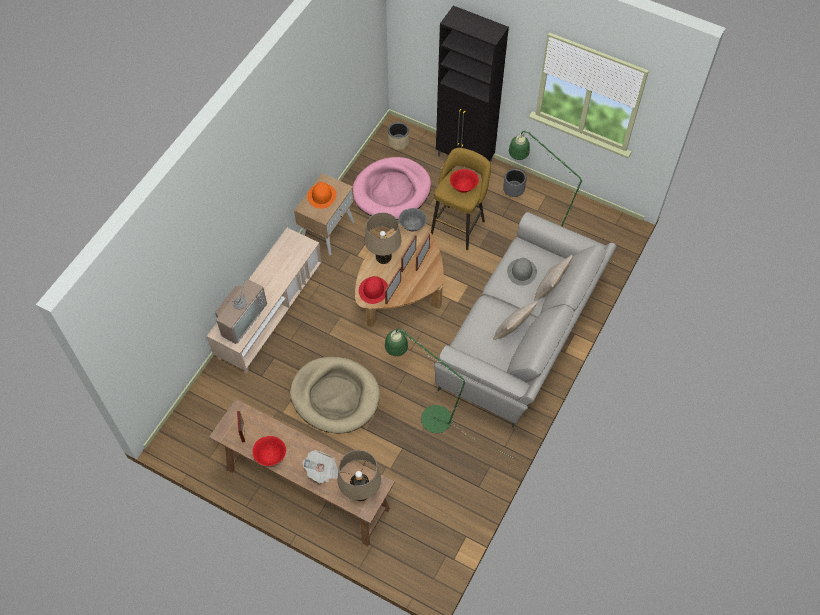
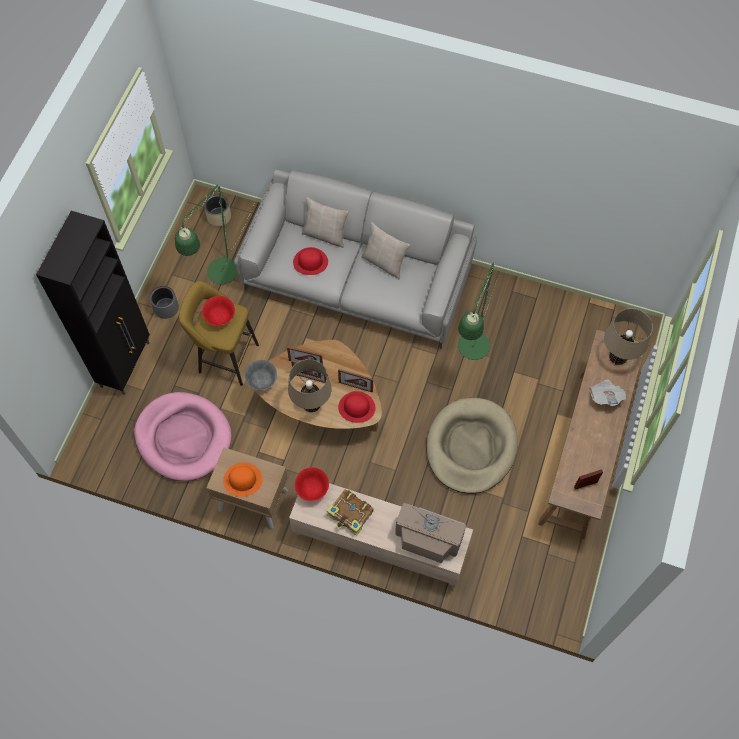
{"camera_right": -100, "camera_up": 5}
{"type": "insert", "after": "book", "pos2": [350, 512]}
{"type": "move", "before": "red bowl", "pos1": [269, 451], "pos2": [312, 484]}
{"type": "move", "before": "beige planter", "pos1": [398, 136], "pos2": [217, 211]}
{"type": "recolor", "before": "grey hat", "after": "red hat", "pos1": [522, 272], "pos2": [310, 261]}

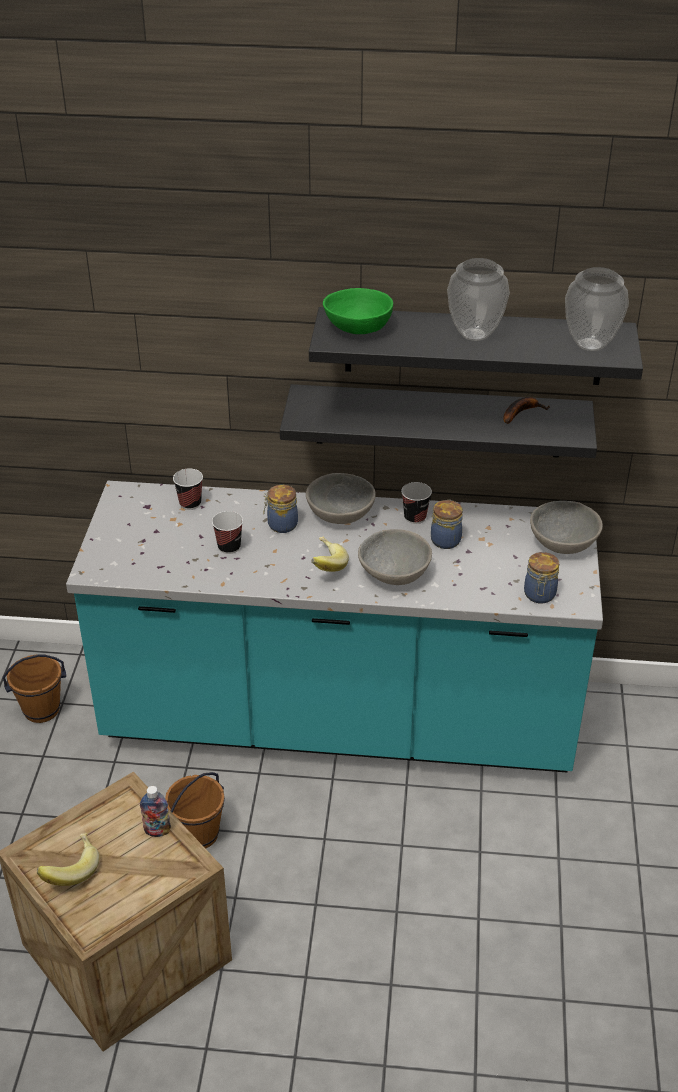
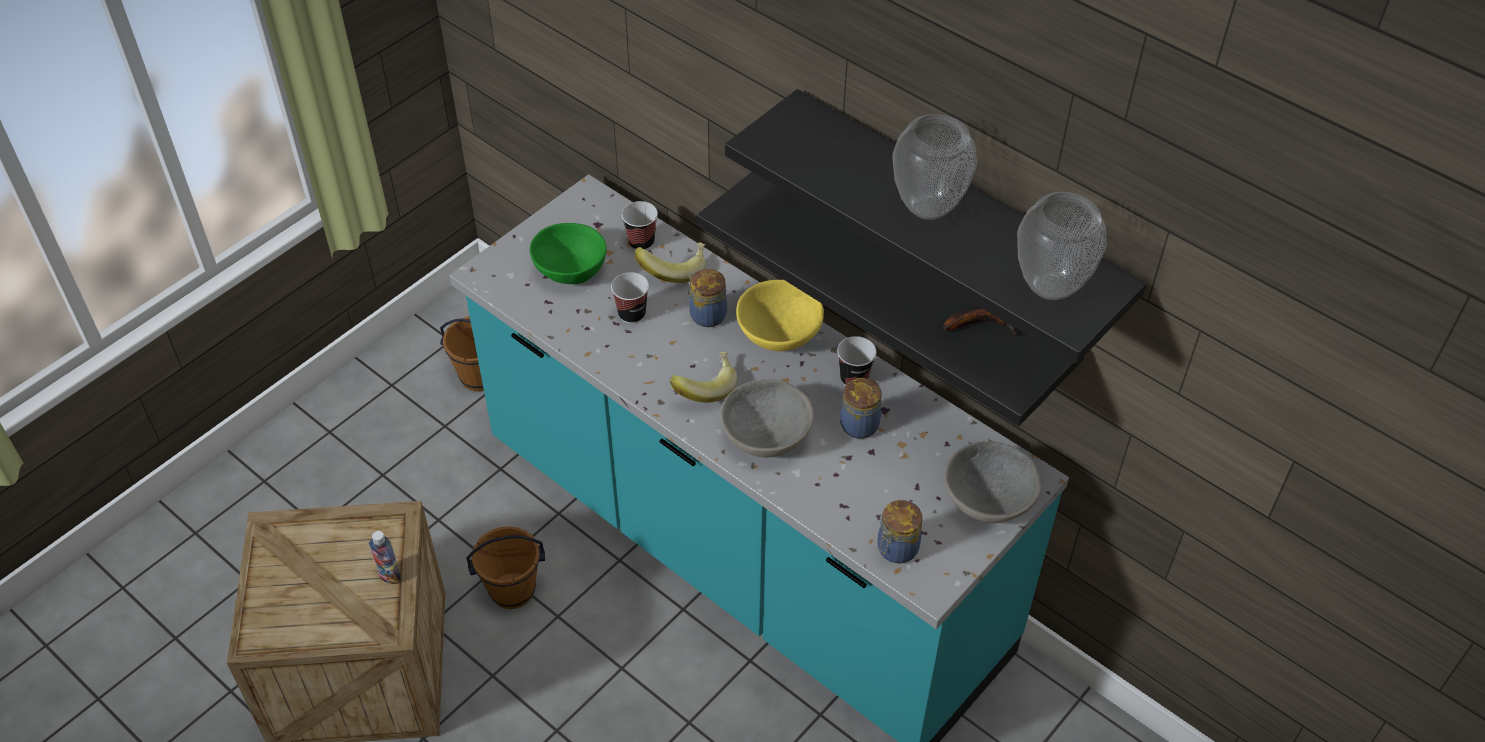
{"camera_right": 35, "camera_up": 10}
{"type": "move", "before": "banana", "pos1": [68, 859], "pos2": [670, 263]}
{"type": "move", "before": "green bowl", "pos1": [358, 311], "pos2": [568, 253]}
{"type": "recolor", "before": "grey bowl", "after": "yellow bowl", "pos1": [341, 498], "pos2": [780, 315]}

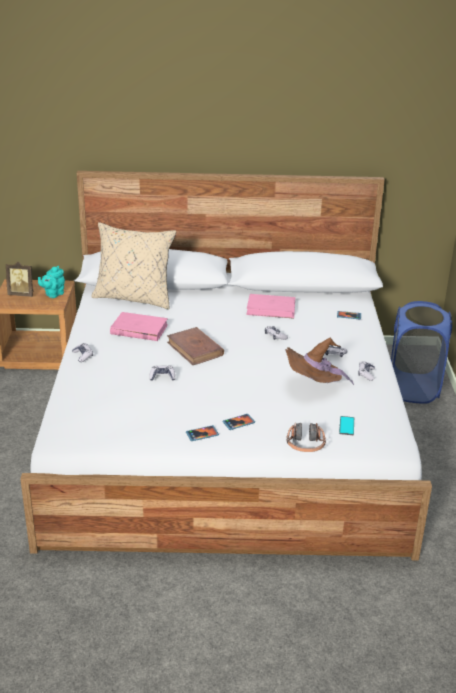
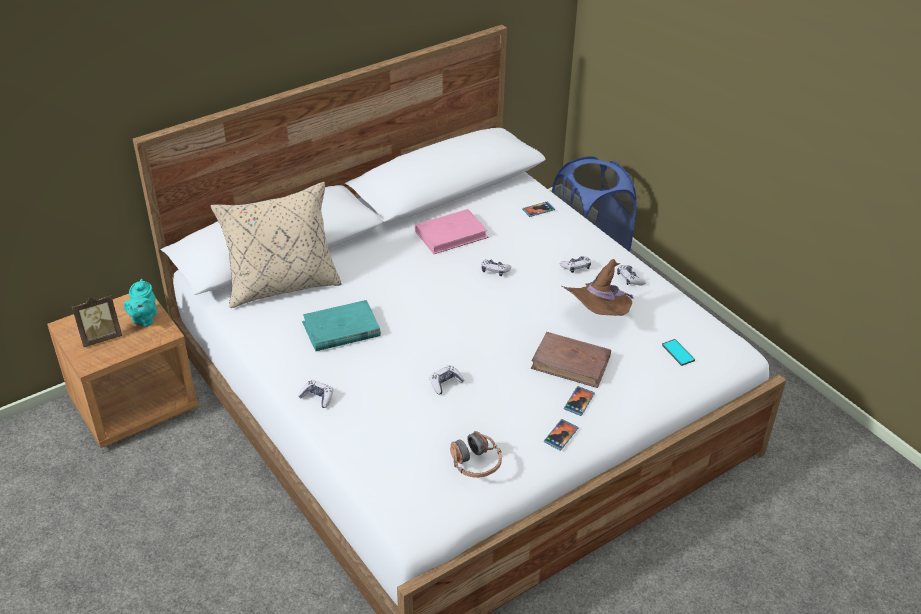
{"camera_right": -35, "camera_up": 10}
{"type": "move", "before": "brown book", "pos1": [195, 346], "pos2": [571, 360]}
{"type": "move", "before": "headphones", "pos1": [306, 437], "pos2": [476, 454]}
{"type": "recolor", "before": "pink book", "after": "turquoise book", "pos1": [139, 326], "pos2": [341, 325]}

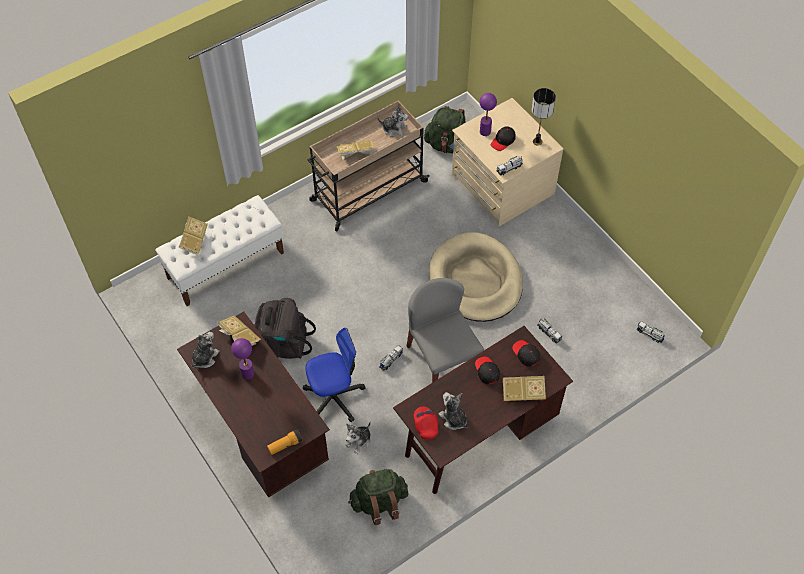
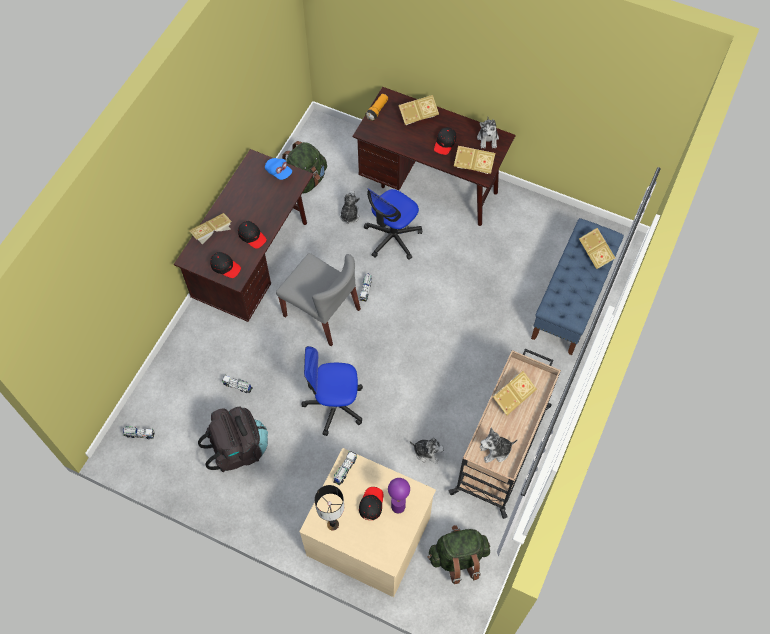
{"camera_right": 150, "camera_up": 5}
{"type": "insert", "after": "book", "pos2": [418, 110]}
{"type": "move", "before": "black backpack", "pos1": [285, 328], "pos2": [233, 439]}
{"type": "move", "before": "plush toy", "pos1": [453, 411], "pos2": [427, 451]}
{"type": "replace", "before": "purple table lamp", "after": "black cap", "pos1": [243, 359], "pos2": [445, 141]}
{"type": "replace", "before": "beige dog bed", "after": "office chair", "pos1": [476, 277], "pos2": [332, 391]}
{"type": "recolor", "before": "white bench", "after": "blue bench", "pos1": [219, 250], "pos2": [577, 286]}
{"type": "recolor", "before": "red cap", "after": "blue cap", "pos1": [426, 423], "pos2": [278, 169]}

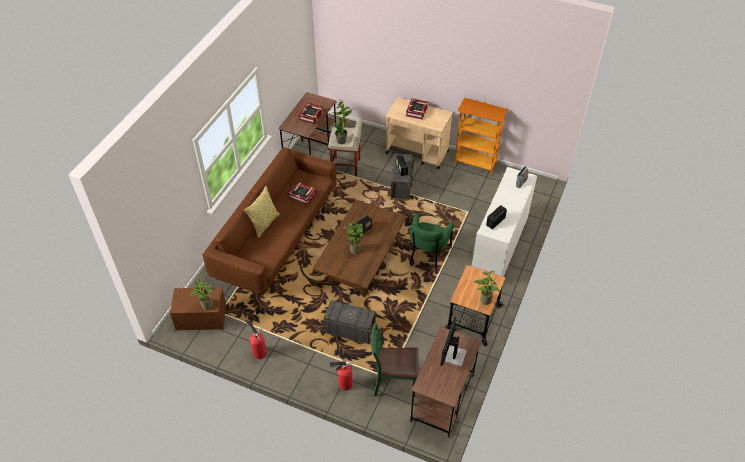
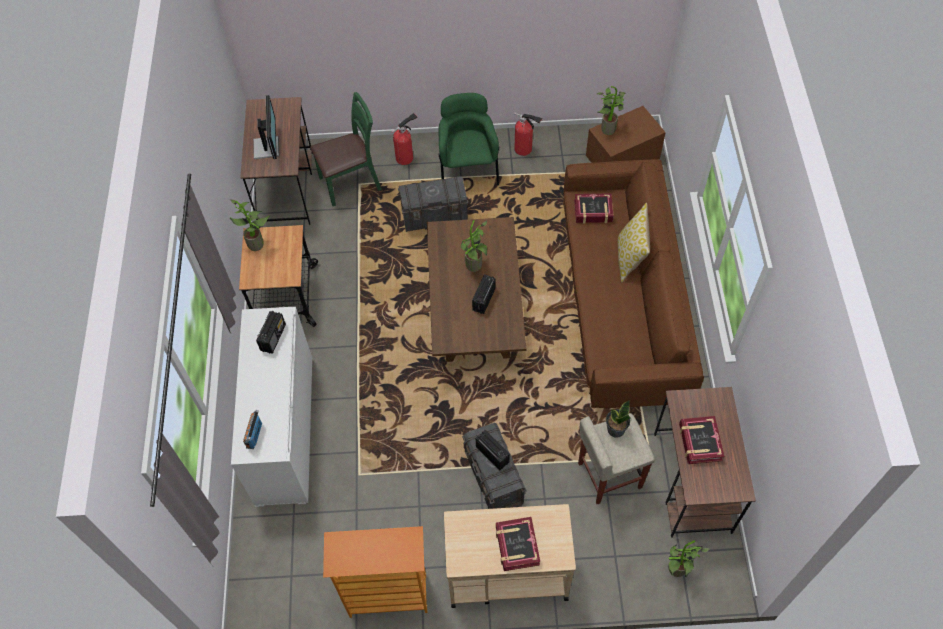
{"camera_right": 155, "camera_up": 10}
{"type": "move", "before": "book", "pos1": [302, 193], "pos2": [594, 208]}
{"type": "move", "before": "green armchair", "pos1": [431, 242], "pos2": [468, 139]}

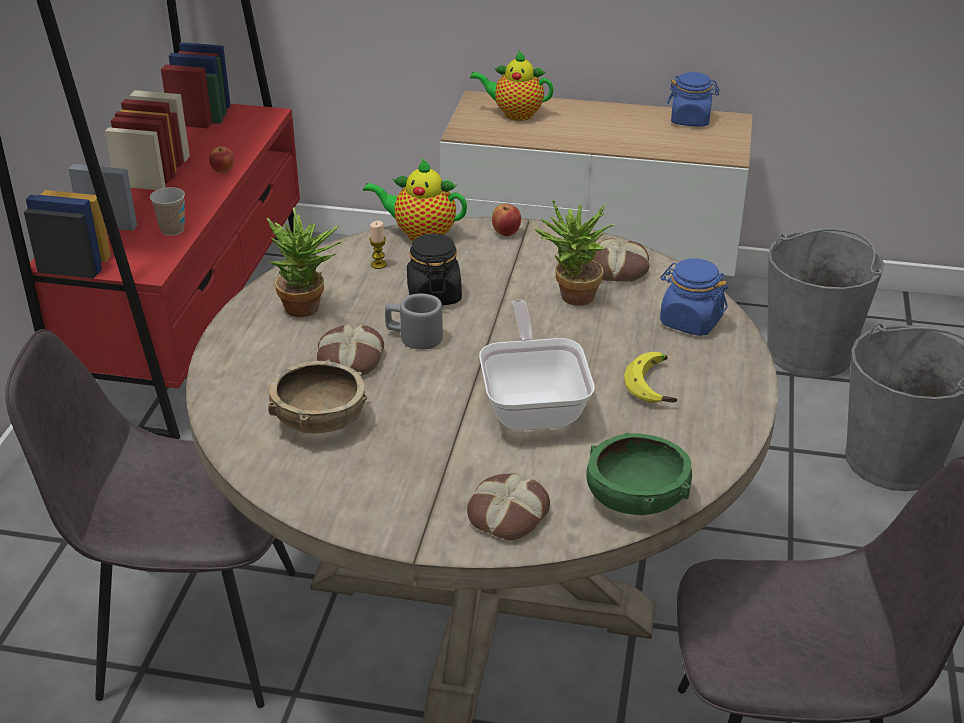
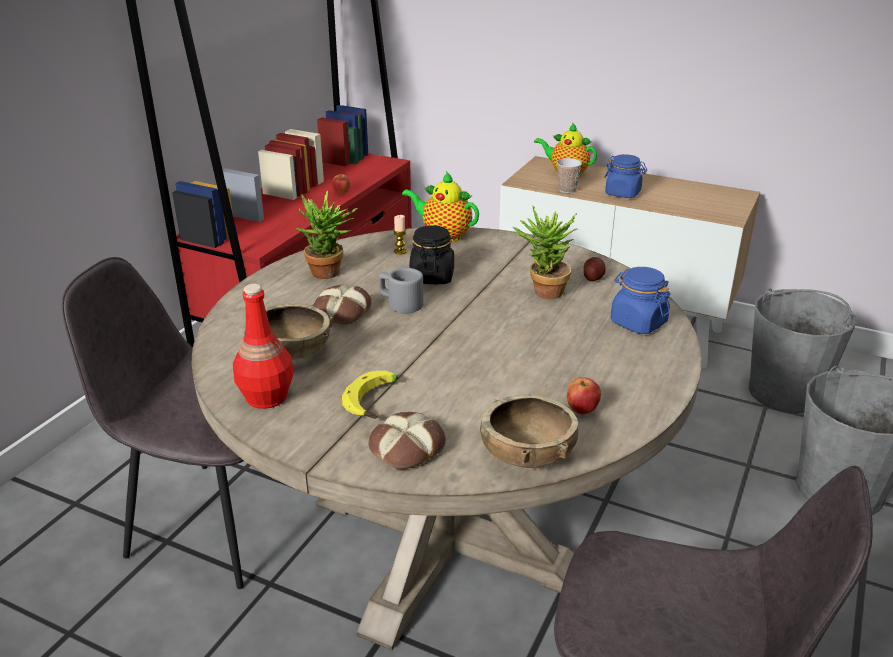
{"camera_right": 15, "camera_up": -5}
{"type": "delete", "before": "frying pan", "pos1": [536, 365]}
{"type": "insert", "after": "red bottle", "pos2": [263, 346]}
{"type": "move", "before": "cup", "pos1": [167, 211], "pos2": [569, 175]}
{"type": "move", "before": "apple", "pos1": [506, 220], "pos2": [584, 395]}
{"type": "move", "before": "banana", "pos1": [650, 377], "pos2": [370, 394]}
{"type": "move", "before": "blue jar", "pos1": [693, 99], "pos2": [625, 176]}
{"type": "replace", "before": "bread", "after": "potato", "pos1": [621, 260], "pos2": [595, 269]}
{"type": "recolor", "before": "green bowl", "after": "brown bowl", "pos1": [639, 473], "pos2": [529, 431]}

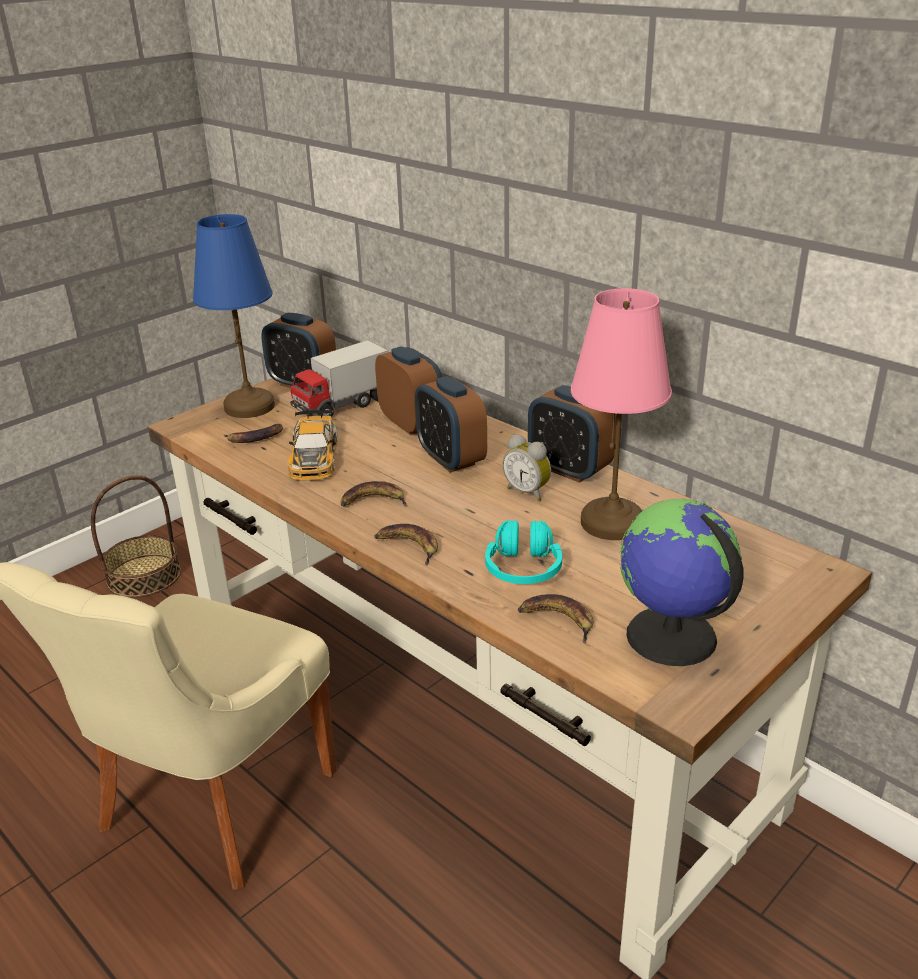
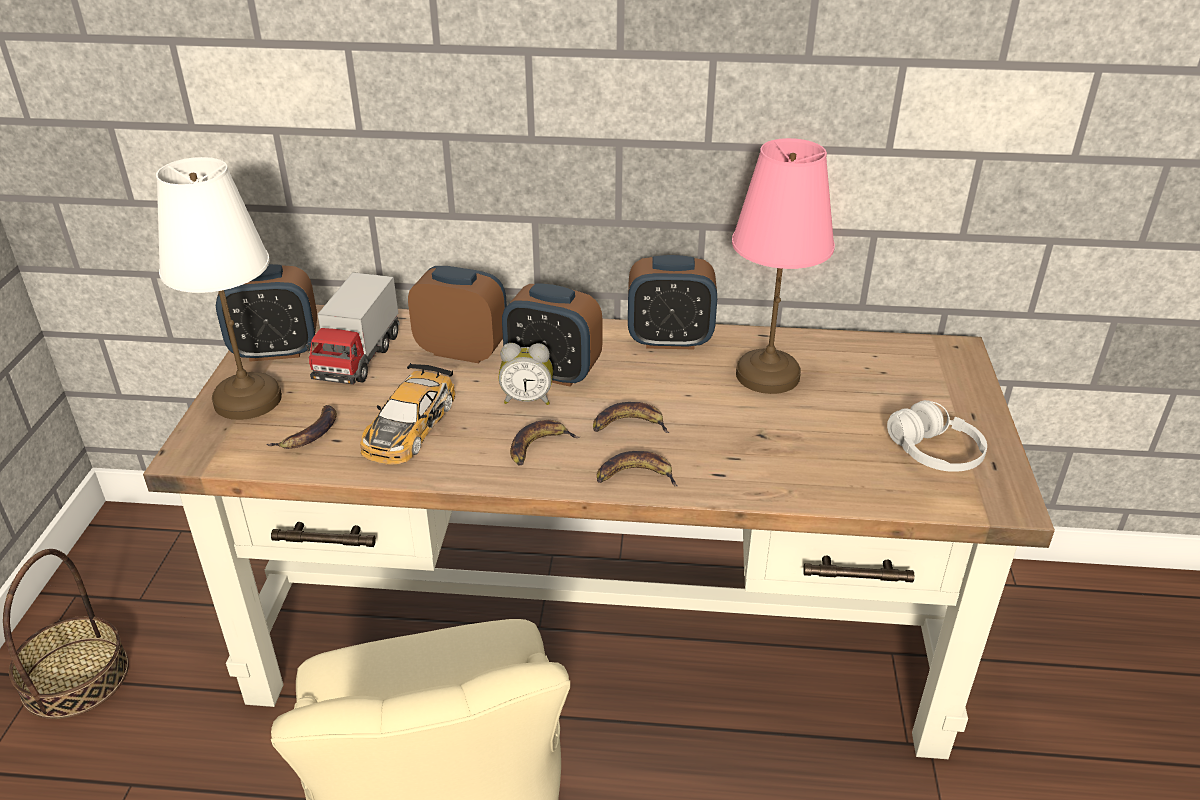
{"camera_right": -40, "camera_up": 5}
{"type": "delete", "before": "turquoise headphones", "pos1": [523, 552]}
{"type": "move", "before": "alarm clock", "pos1": [527, 467], "pos2": [526, 374]}
{"type": "move", "before": "banana", "pos1": [555, 618], "pos2": [631, 417]}
{"type": "replace", "before": "globe", "after": "white headphones", "pos1": [681, 582], "pos2": [937, 436]}
{"type": "recolor", "before": "blue table lamp", "after": "white table lamp", "pos1": [234, 316], "pos2": [219, 288]}
{"type": "rotate", "before": "toy car", "pos1": [313, 445], "pos2": [408, 414], "turn": 60}

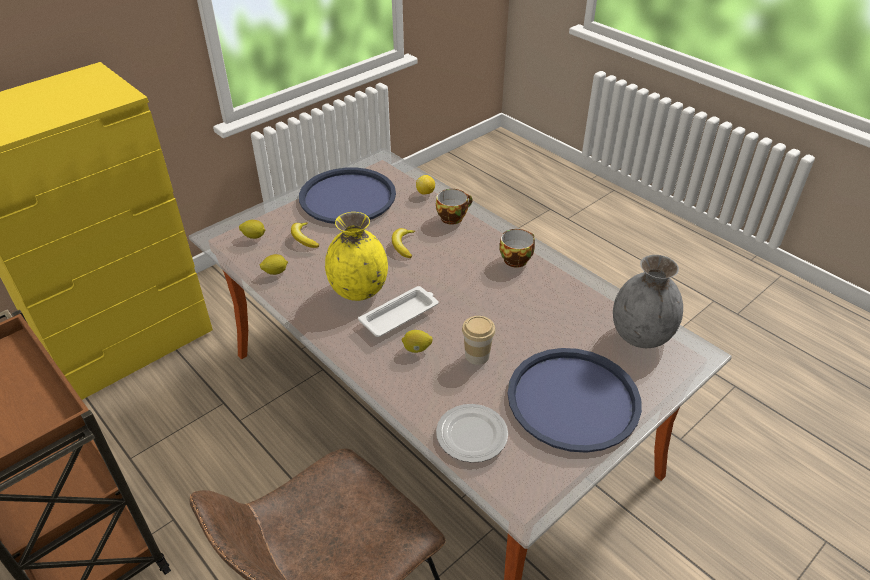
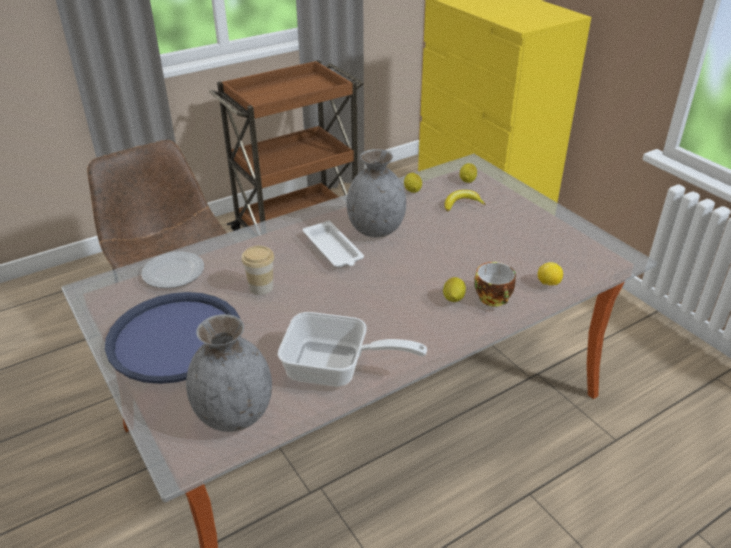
{"camera_right": 100, "camera_up": -5}
{"type": "delete", "before": "blue tray", "pos1": [347, 195]}
{"type": "delete", "before": "banana", "pos1": [403, 243]}
{"type": "delete", "before": "cup", "pos1": [517, 248]}
{"type": "insert", "after": "frying pan", "pos2": [352, 349]}
{"type": "move", "before": "lemon", "pos1": [417, 341], "pos2": [454, 289]}
{"type": "recolor", "before": "yellow vase", "after": "grey vase", "pos1": [356, 256], "pos2": [376, 193]}

